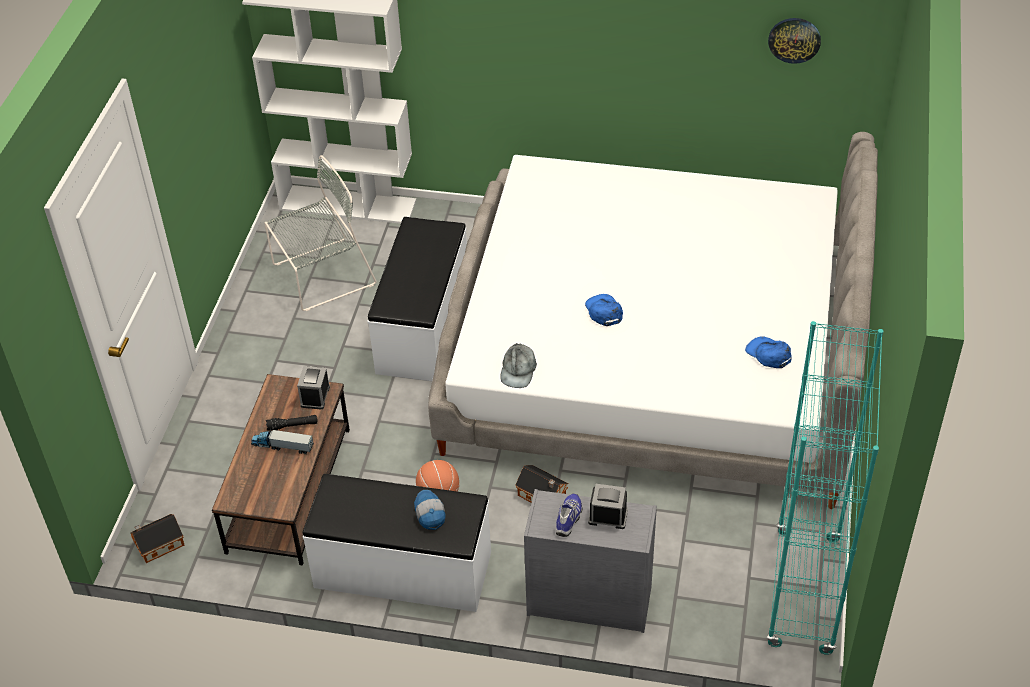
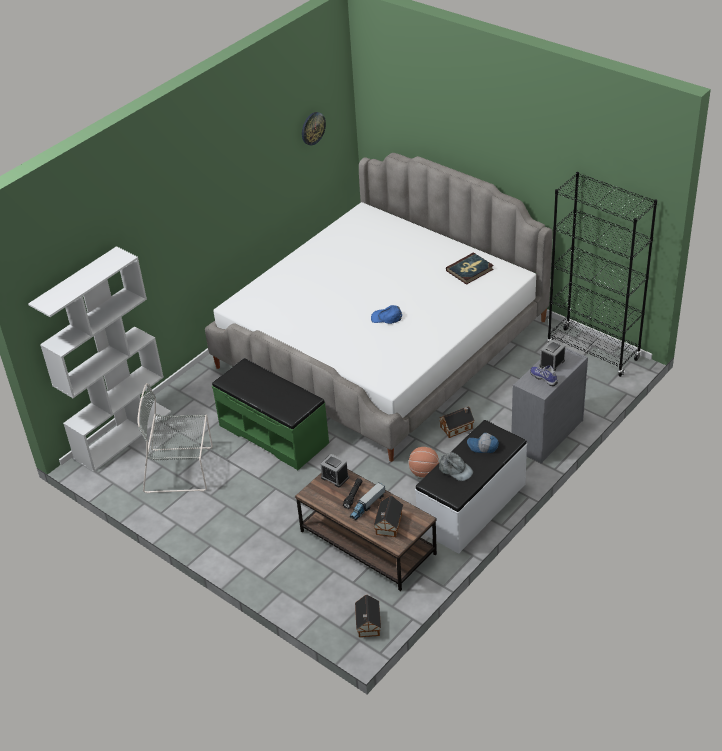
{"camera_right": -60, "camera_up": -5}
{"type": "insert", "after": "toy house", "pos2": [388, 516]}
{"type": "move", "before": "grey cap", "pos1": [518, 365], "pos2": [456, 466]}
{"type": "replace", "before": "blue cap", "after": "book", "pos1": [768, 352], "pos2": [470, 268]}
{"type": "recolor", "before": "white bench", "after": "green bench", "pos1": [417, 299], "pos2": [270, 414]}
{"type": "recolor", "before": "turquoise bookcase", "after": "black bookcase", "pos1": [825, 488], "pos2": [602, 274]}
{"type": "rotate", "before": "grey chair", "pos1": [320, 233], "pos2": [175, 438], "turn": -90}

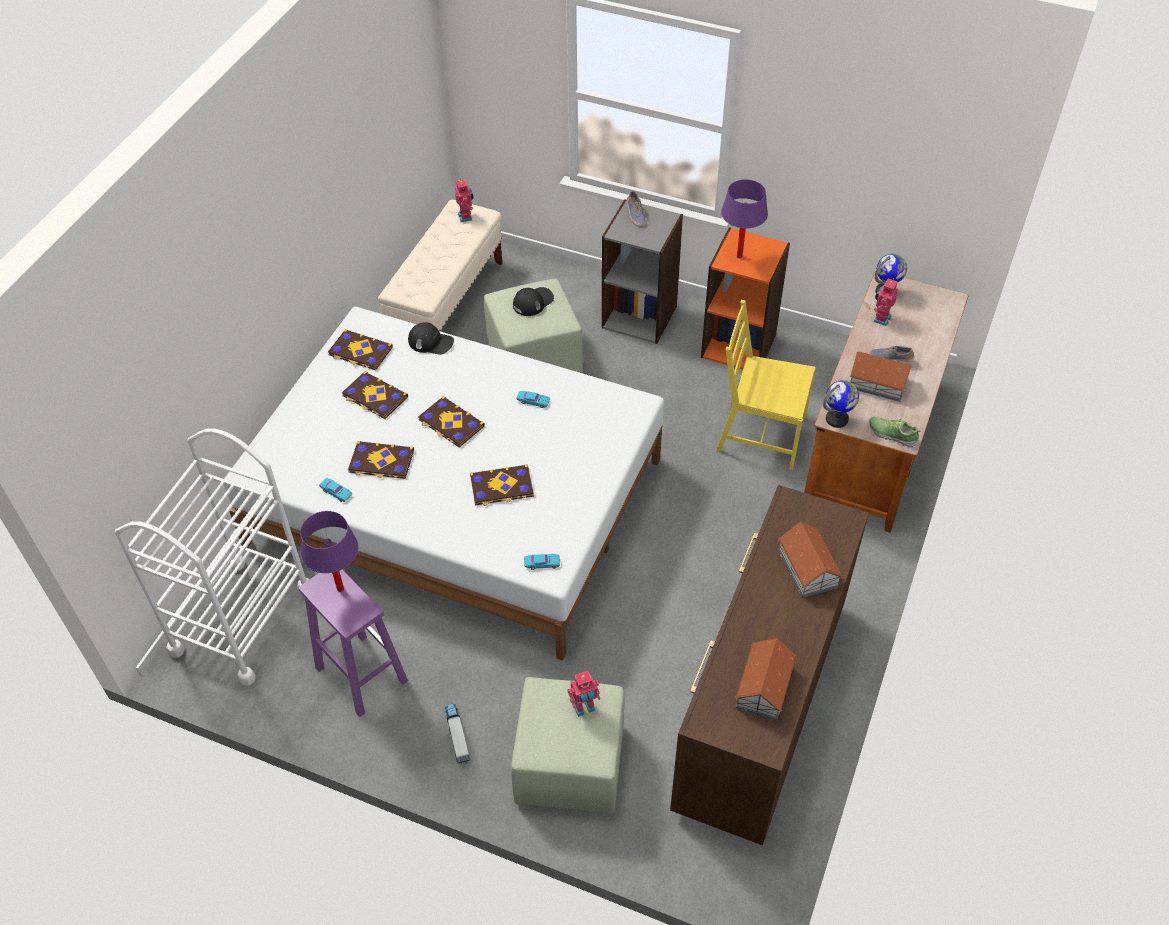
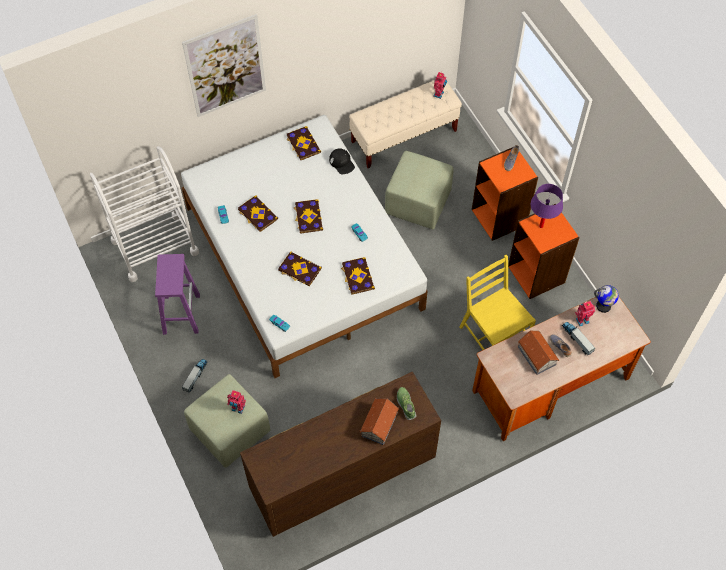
{"camera_right": 40, "camera_up": 10}
{"type": "delete", "before": "purple table lamp", "pos1": [329, 551]}
{"type": "delete", "before": "black cap", "pos1": [533, 301]}
{"type": "delete", "before": "toy house", "pos1": [766, 679]}
{"type": "delete", "before": "globe", "pos1": [841, 404]}
{"type": "insert", "after": "picture", "pos2": [224, 65]}
{"type": "insert", "after": "toy truck", "pos2": [578, 338]}
{"type": "move", "before": "book", "pos1": [375, 395], "pos2": [358, 276]}
{"type": "move", "before": "shoe", "pos1": [895, 432], "pos2": [406, 403]}
{"type": "recolor", "before": "grey bookcase", "after": "orange bookcase", "pos1": [642, 271], "pos2": [505, 194]}

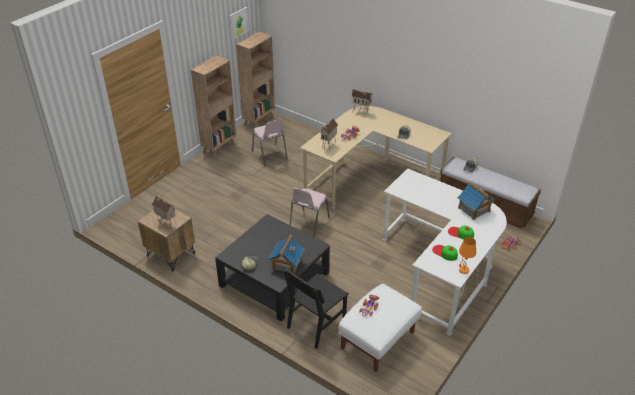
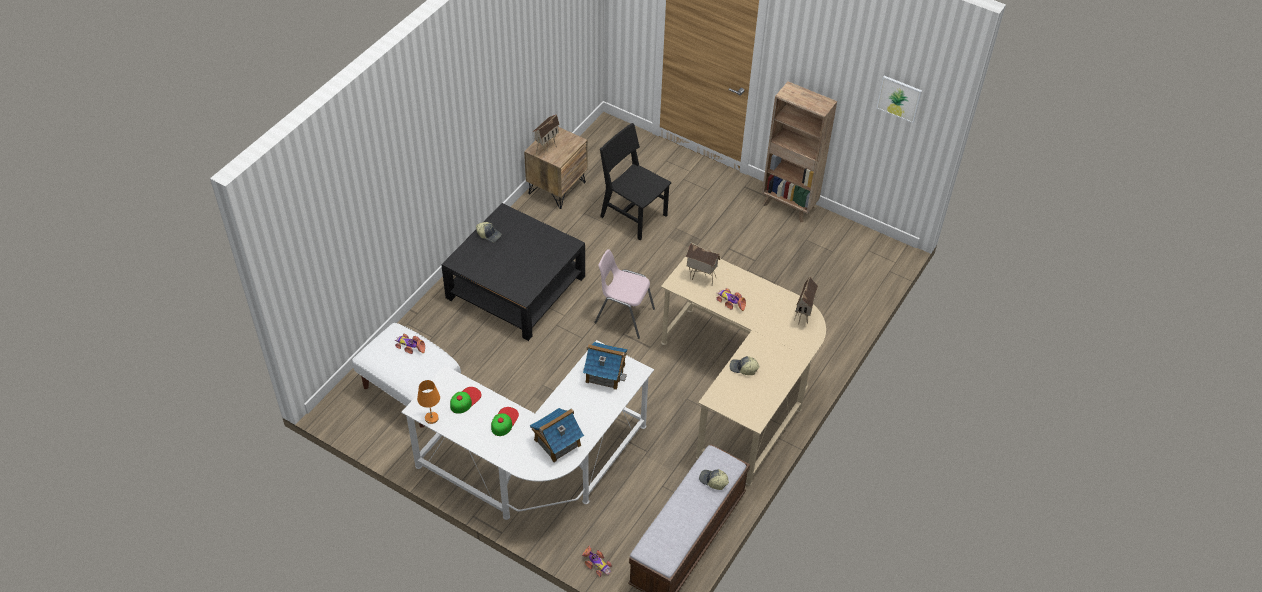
{"camera_right": 85, "camera_up": 10}
{"type": "delete", "before": "brown bookcase", "pos1": [255, 80]}
{"type": "delete", "before": "pink chair", "pos1": [270, 142]}
{"type": "move", "before": "toy house", "pos1": [286, 254], "pos2": [605, 366]}
{"type": "move", "before": "black chair", "pos1": [316, 307], "pos2": [635, 181]}

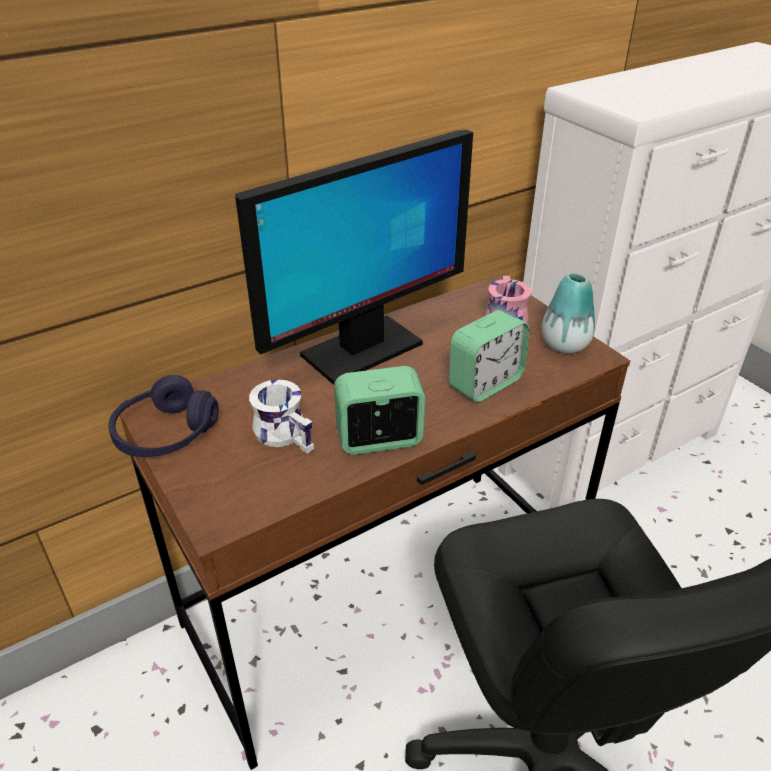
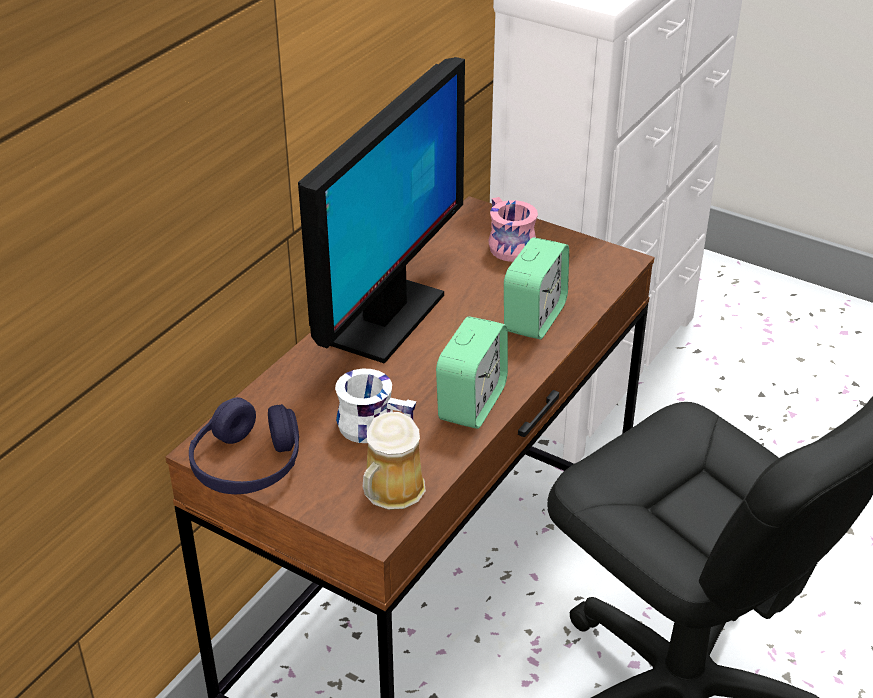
{"camera_right": -25, "camera_up": 0}
{"type": "delete", "before": "vase", "pos1": [568, 313]}
{"type": "insert", "after": "mug", "pos2": [394, 461]}
{"type": "rotate", "before": "alarm clock", "pos1": [380, 410], "pos2": [472, 372], "turn": 150}

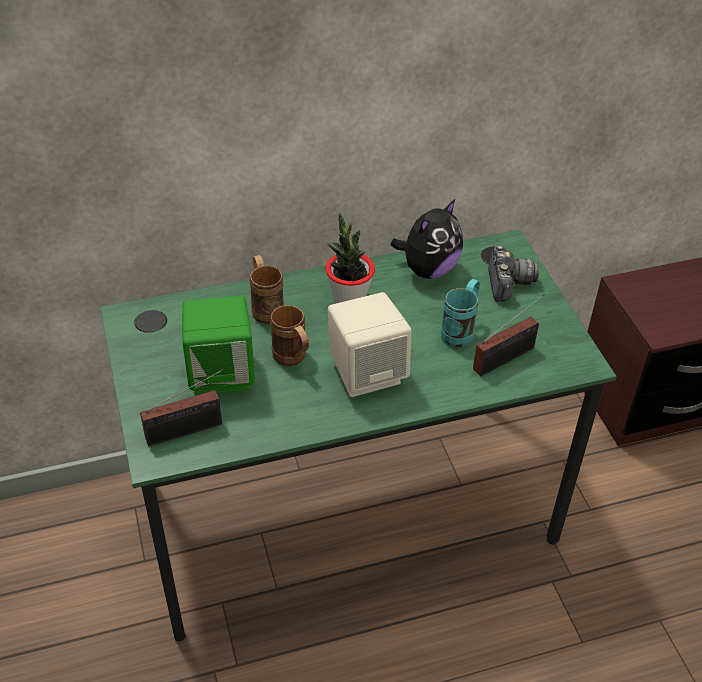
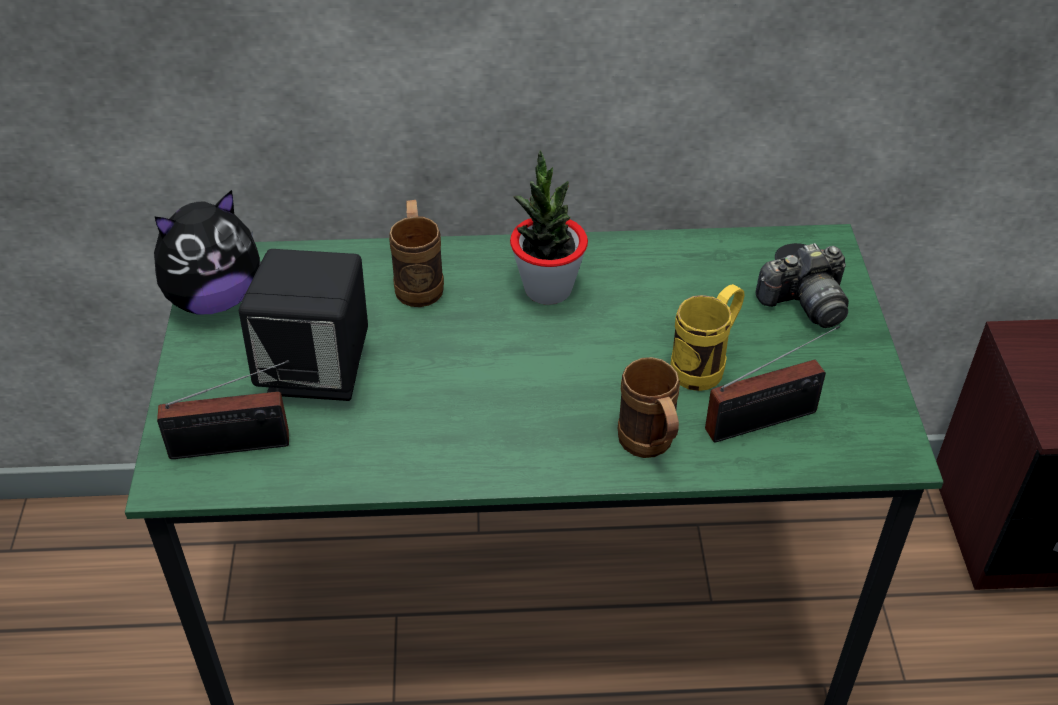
{"camera_right": 15, "camera_up": 0}
{"type": "delete", "before": "beige speaker", "pos1": [370, 344]}
{"type": "move", "before": "brown mug", "pos1": [289, 335], "pos2": [649, 407]}
{"type": "move", "before": "plush toy", "pos1": [427, 238], "pos2": [207, 252]}
{"type": "recolor", "before": "green speaker", "after": "black speaker", "pos1": [218, 345], "pos2": [303, 325]}
{"type": "recolor", "before": "turquoise mug", "after": "yellow mug", "pos1": [460, 313], "pos2": [707, 337]}
{"type": "rotate", "before": "photo camera", "pos1": [513, 273], "pos2": [802, 285], "turn": 60}

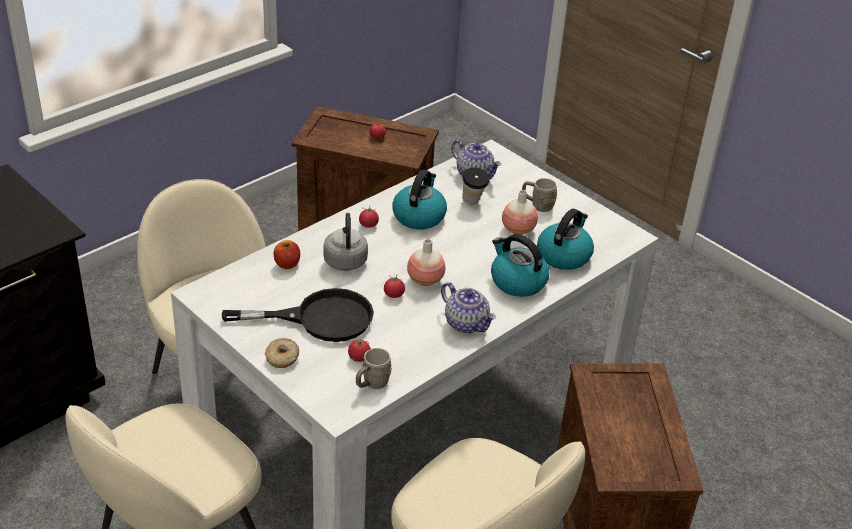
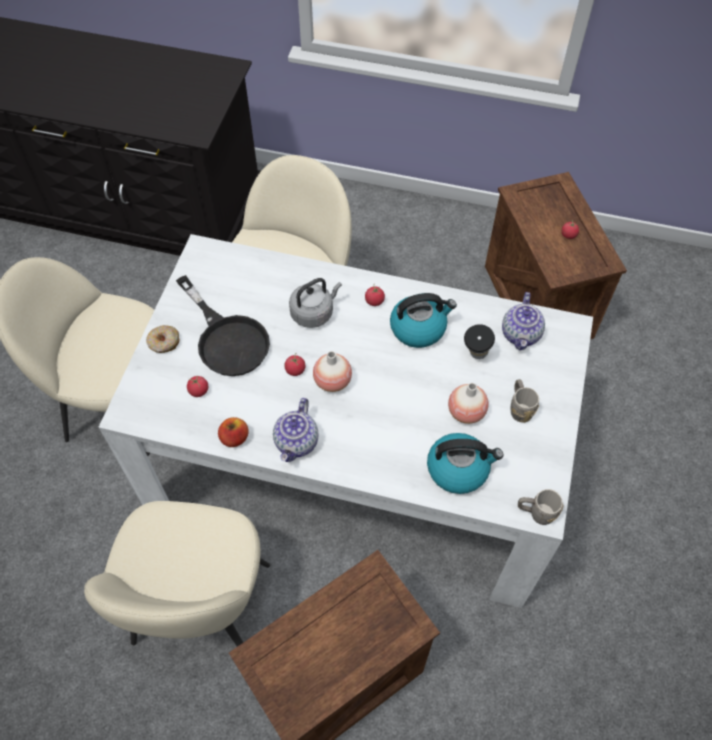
{"camera_right": 60, "camera_up": 20}
{"type": "delete", "before": "kettle", "pos1": [520, 265]}
{"type": "move", "before": "apple", "pos1": [287, 254], "pos2": [233, 432]}
{"type": "move", "before": "grey mug", "pos1": [374, 368], "pos2": [541, 507]}

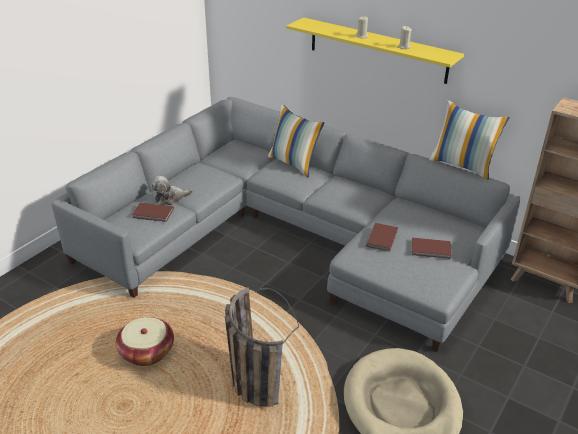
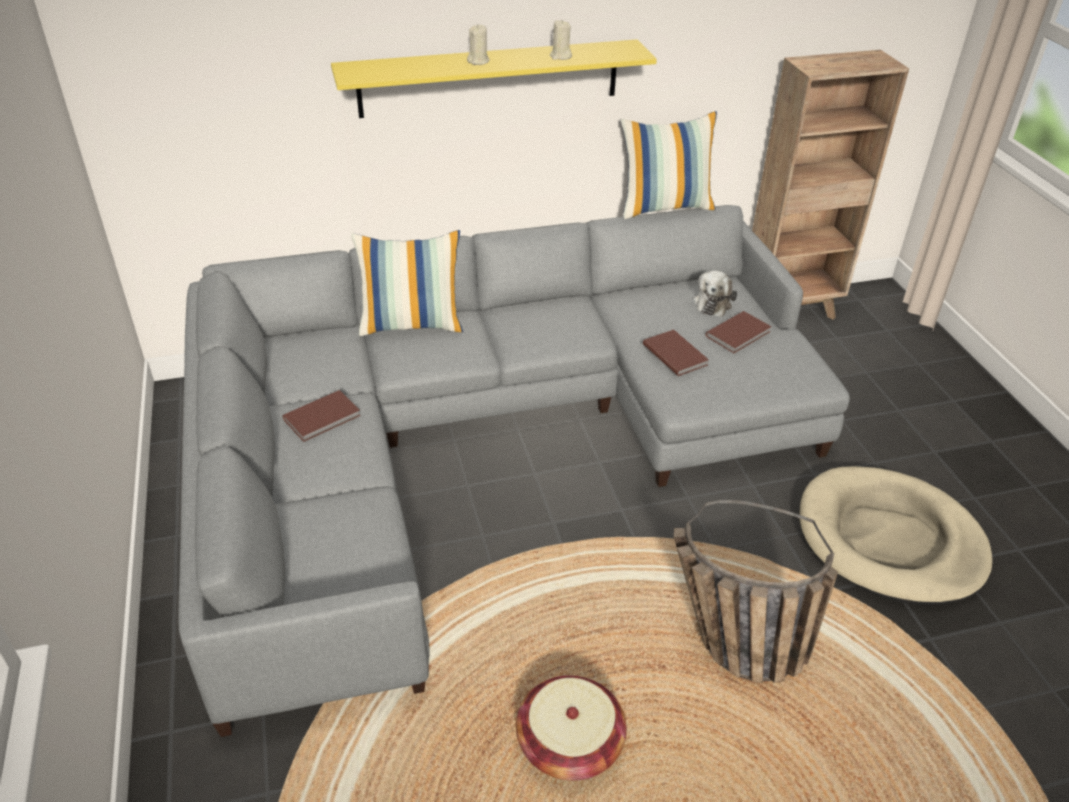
{"camera_right": -50, "camera_up": 5}
{"type": "move", "before": "brown book", "pos1": [153, 212], "pos2": [322, 416]}
{"type": "move", "before": "plush toy", "pos1": [172, 190], "pos2": [714, 294]}

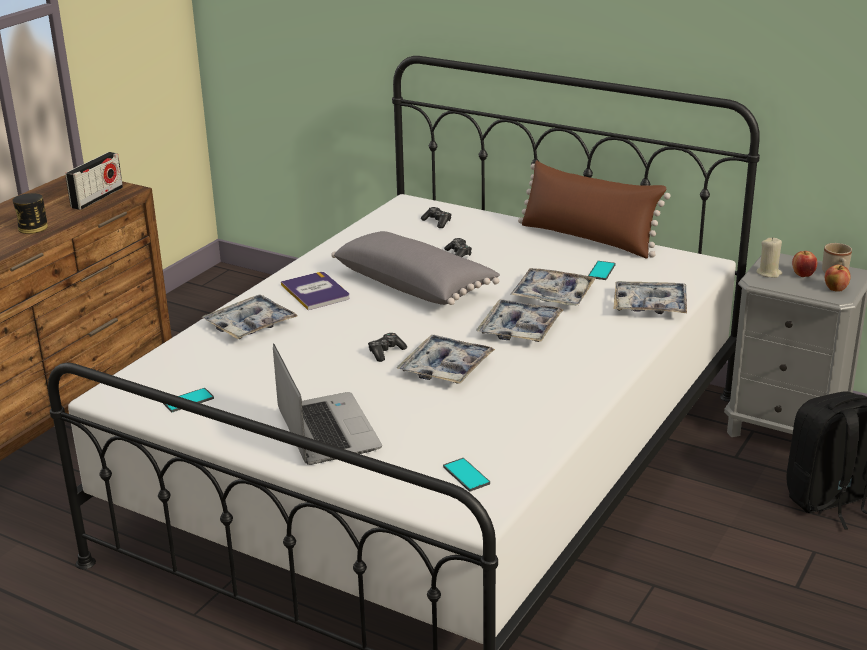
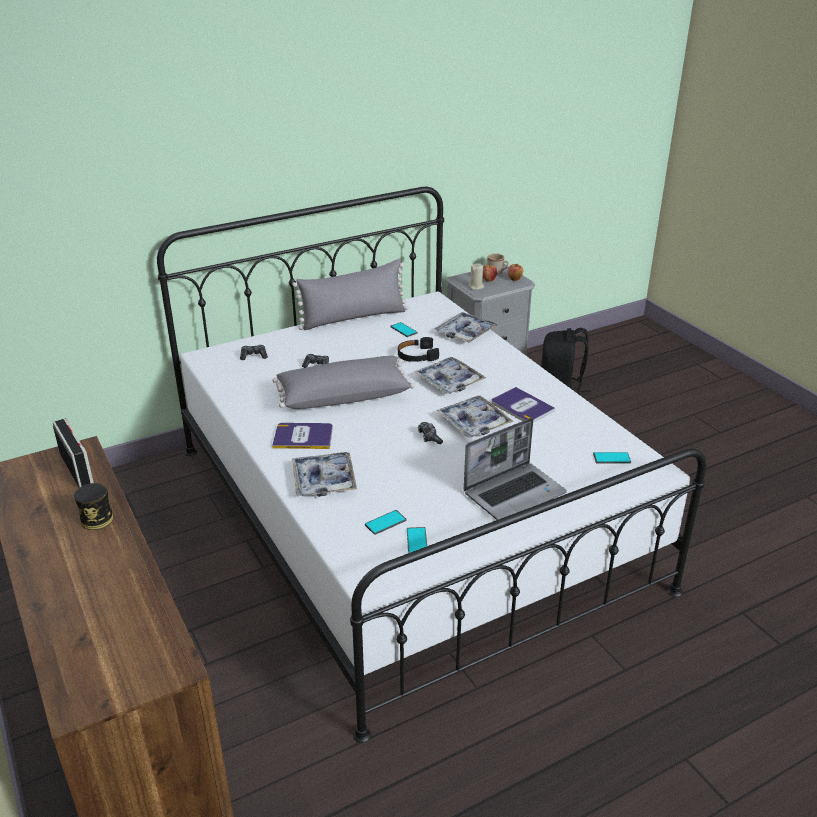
{"camera_right": -60, "camera_up": 5}
{"type": "insert", "after": "phone", "pos2": [385, 522]}
{"type": "insert", "after": "book", "pos2": [523, 404]}
{"type": "replace", "before": "tray", "after": "black headphones", "pos1": [553, 287], "pos2": [418, 349]}
{"type": "recolor", "before": "brown pillow", "after": "grey pillow", "pos1": [594, 209], "pos2": [350, 294]}
{"type": "rotate", "before": "laptop", "pos1": [327, 404], "pos2": [515, 469], "turn": 135}

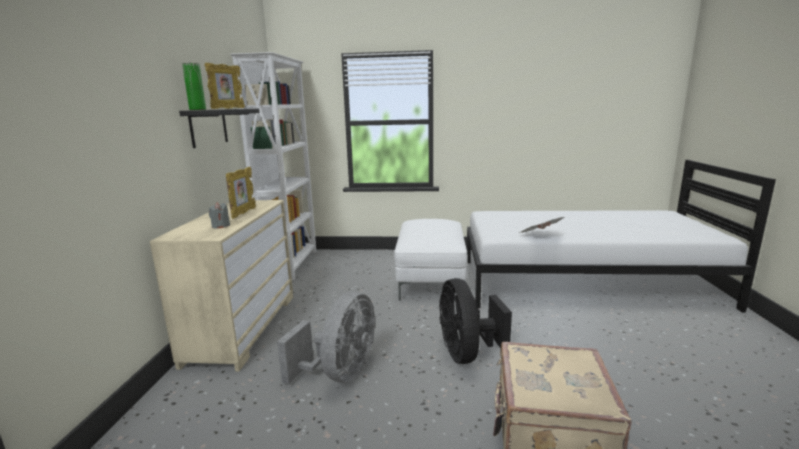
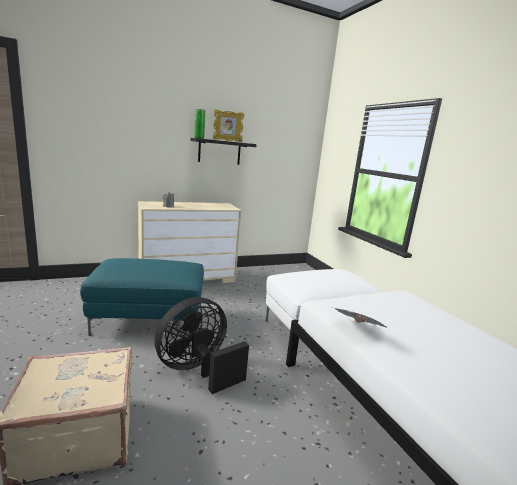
{"camera_right": 60, "camera_up": 0}
{"type": "delete", "before": "picture frame", "pos1": [241, 193]}
{"type": "delete", "before": "white bookcase", "pos1": [273, 166]}
{"type": "replace", "before": "grey fan", "after": "turquoise ottoman", "pos1": [326, 338], "pos2": [142, 297]}

